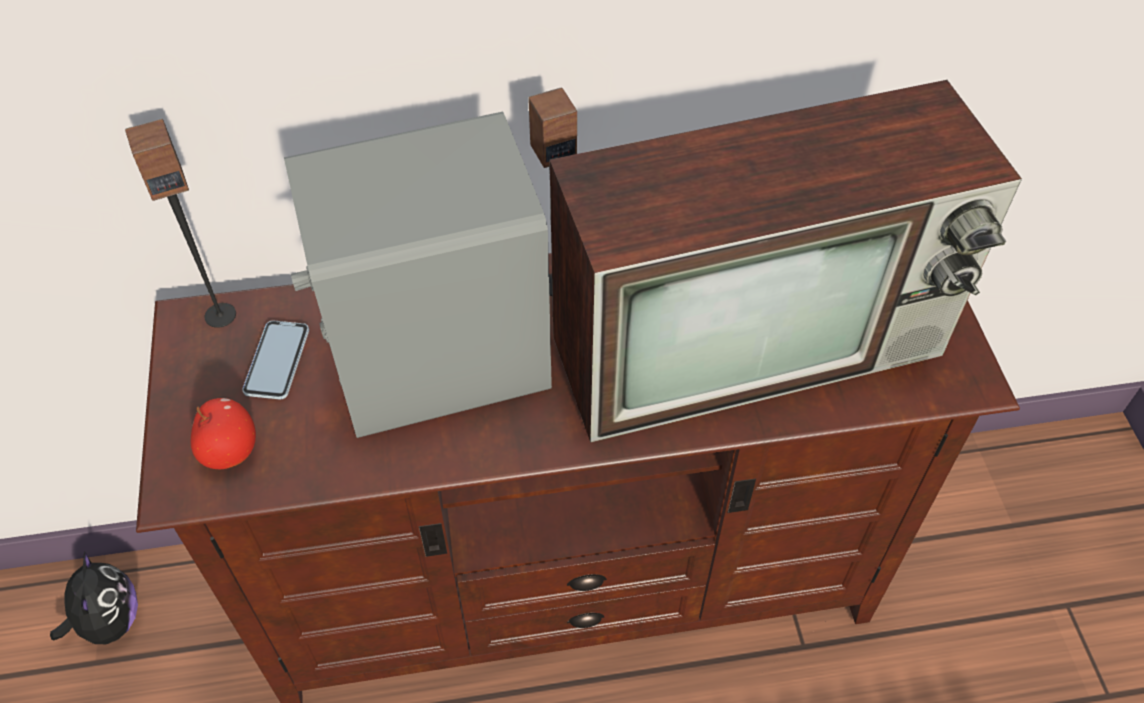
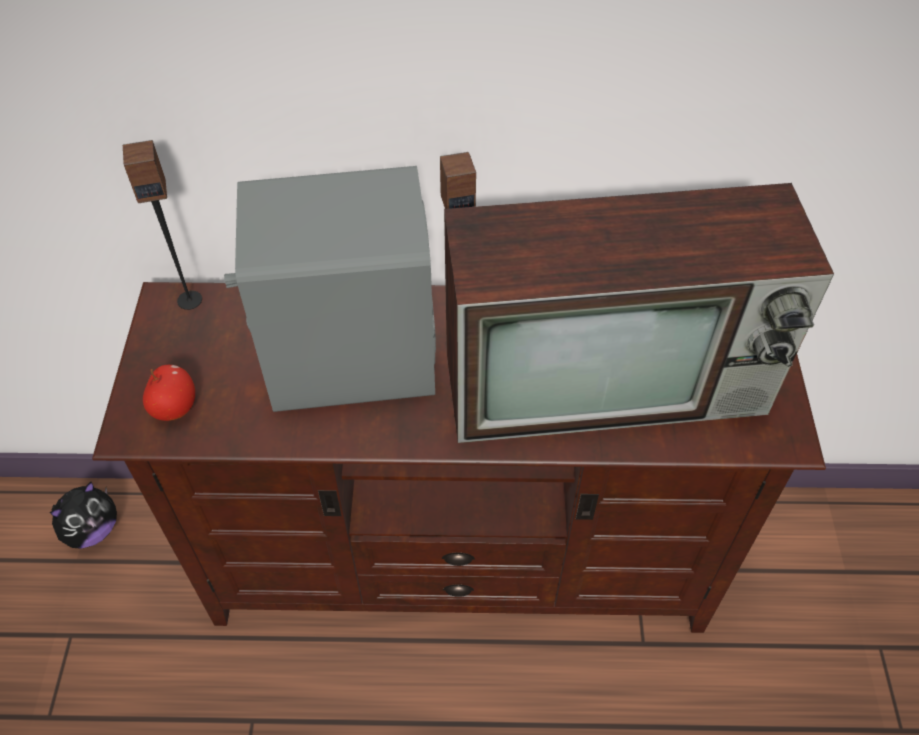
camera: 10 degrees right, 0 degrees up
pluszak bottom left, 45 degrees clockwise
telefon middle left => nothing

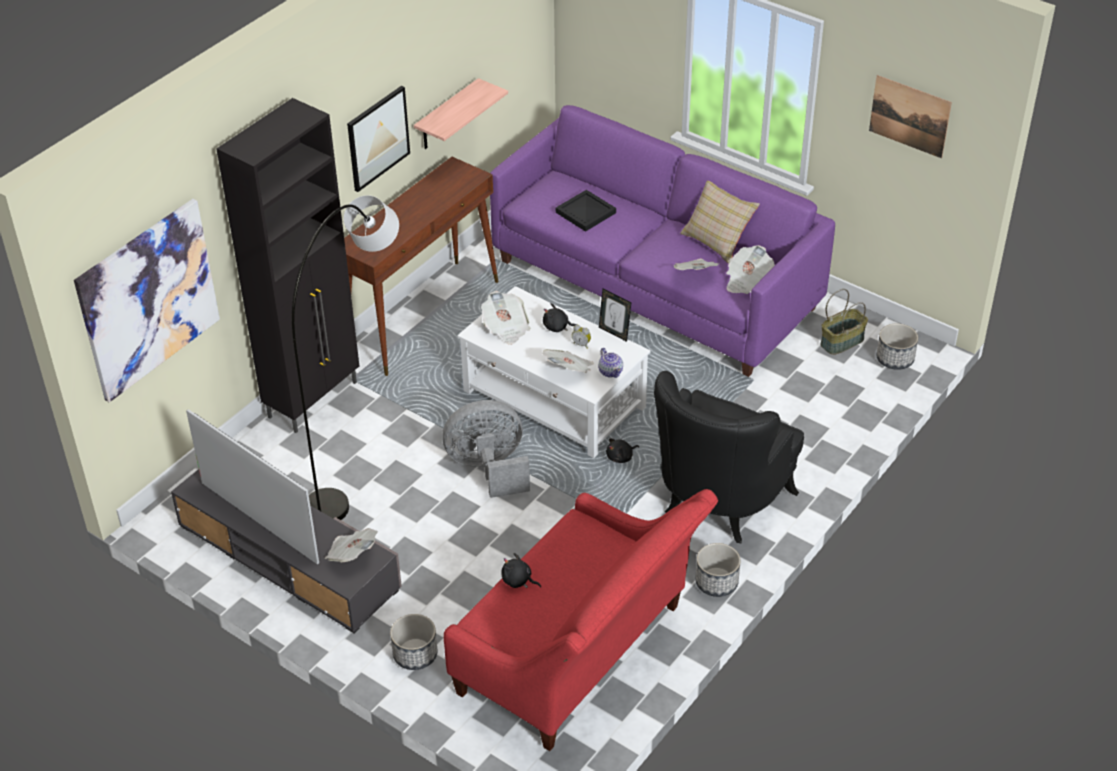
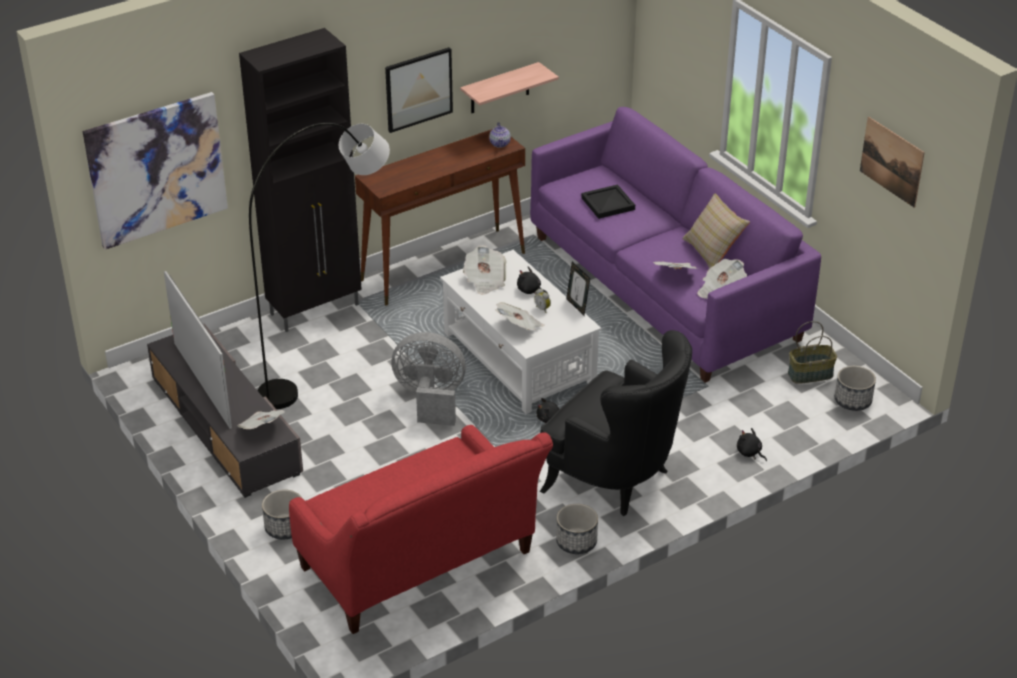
camera: 20 degrees right, 5 degrees down
pluszak (czarny) (1st from left in the first image) bottom centre => pluszak (czarny) (3rd from left) middle right, move
imbryk centre => imbryk top centre, move
fotel (czarny) centre, 105 degrees counterclockwise

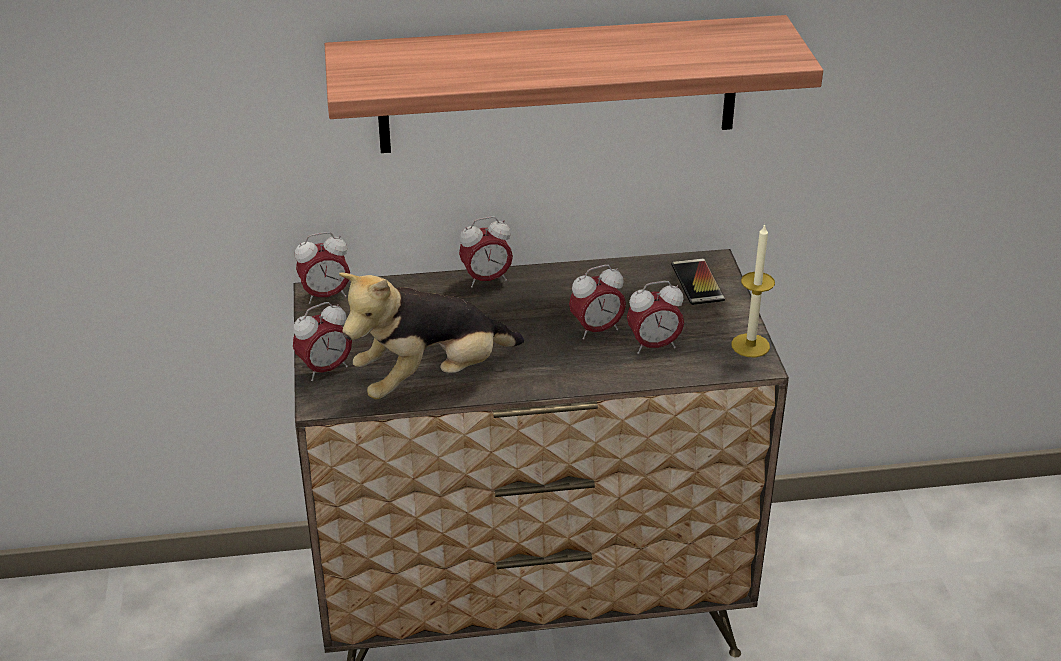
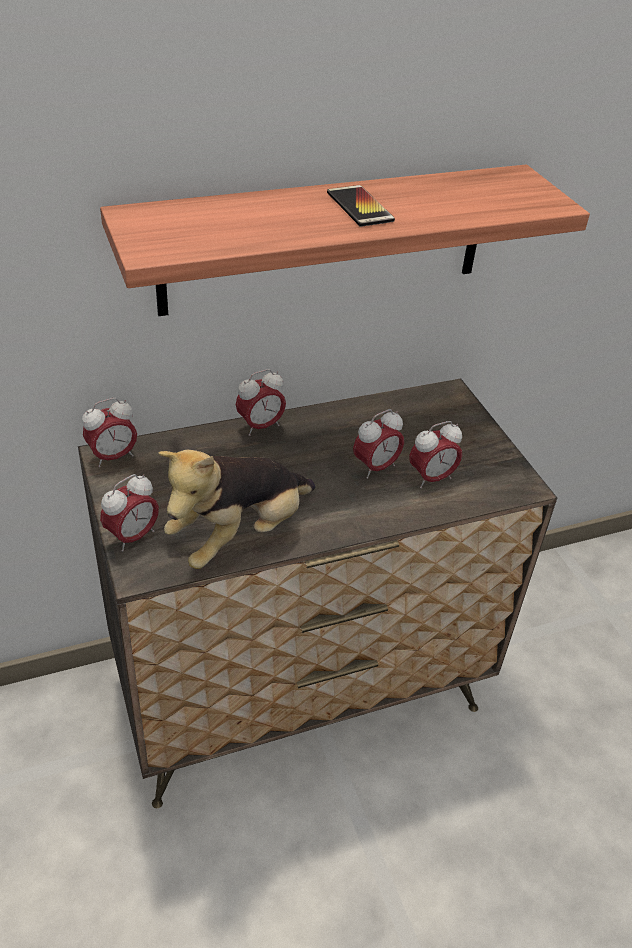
camera: 15 degrees left, 5 degrees up
telefon centre => telefon top centre, move
świeca middle right => nothing

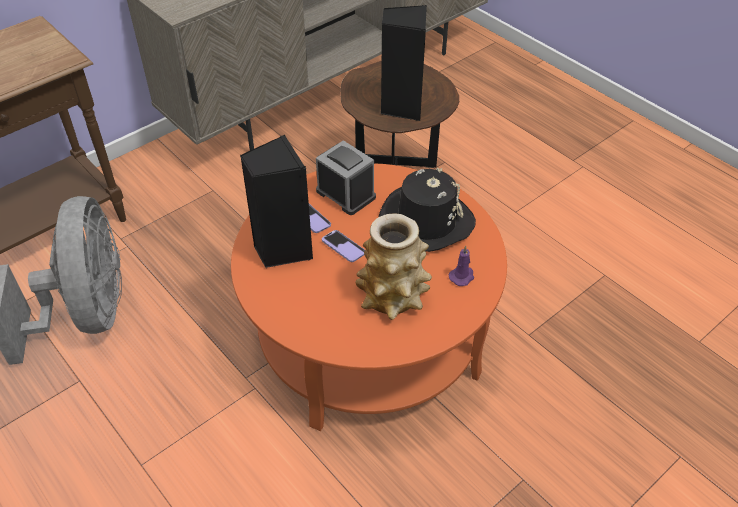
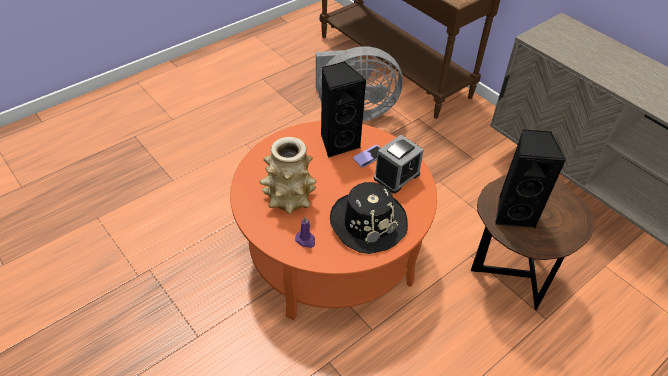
camera: 90 degrees right, 0 degrees up
telefon (2nd from left) centre => nothing

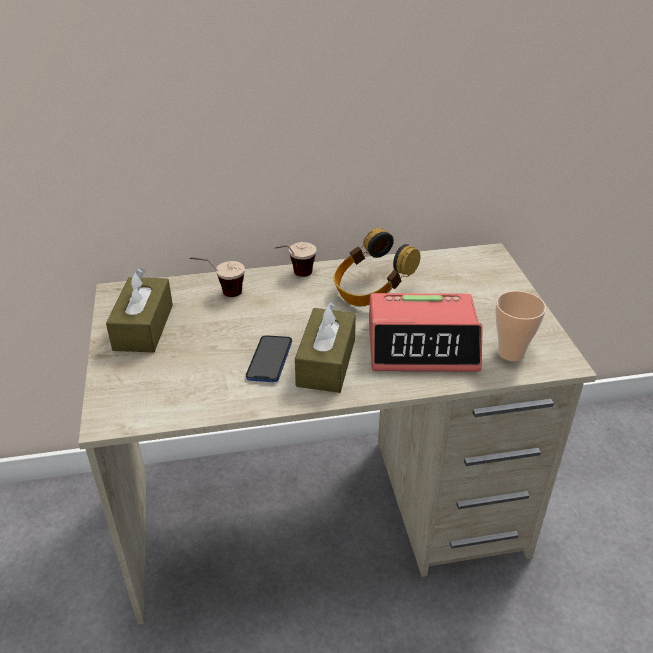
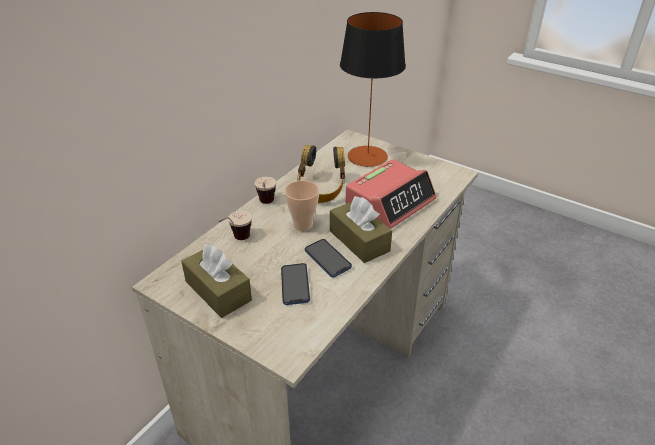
camera: 45 degrees left, 0 degrees up
filiżanka (3rd from left) middle right => filiżanka (3rd from left) centre, move
nothing => telefon (1st from left) centre
nothing => lampa stołowa top centre

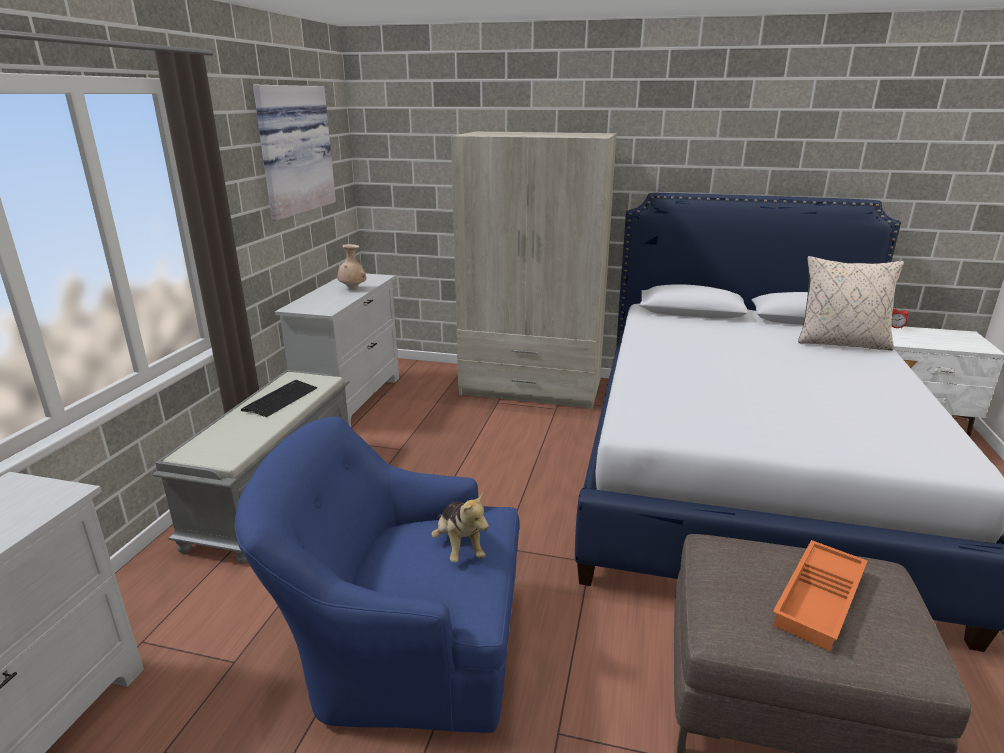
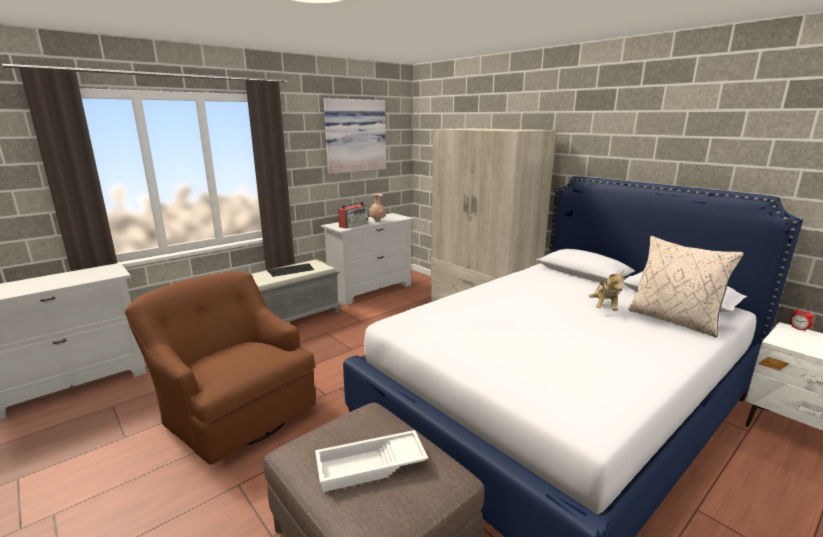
camera: 35 degrees right, 5 degrees down
fotel (niebieski) bottom centre => fotel (brązowy) bottom left
pluszak bottom centre => pluszak middle right, move
taca (pomarańczowy) bottom right => taca (biały) bottom centre
nothing => radio centre

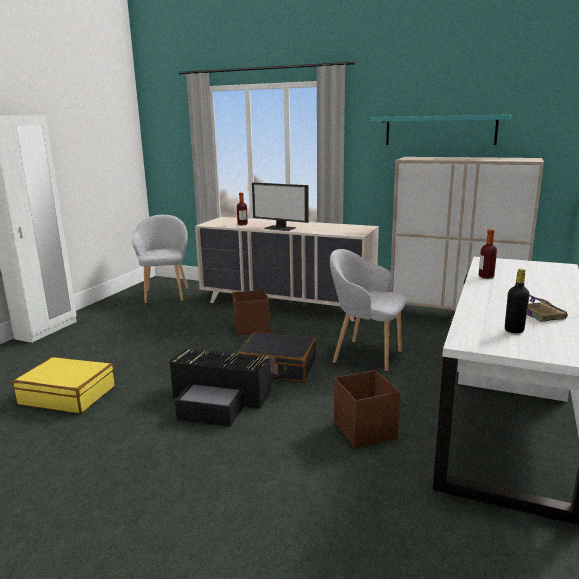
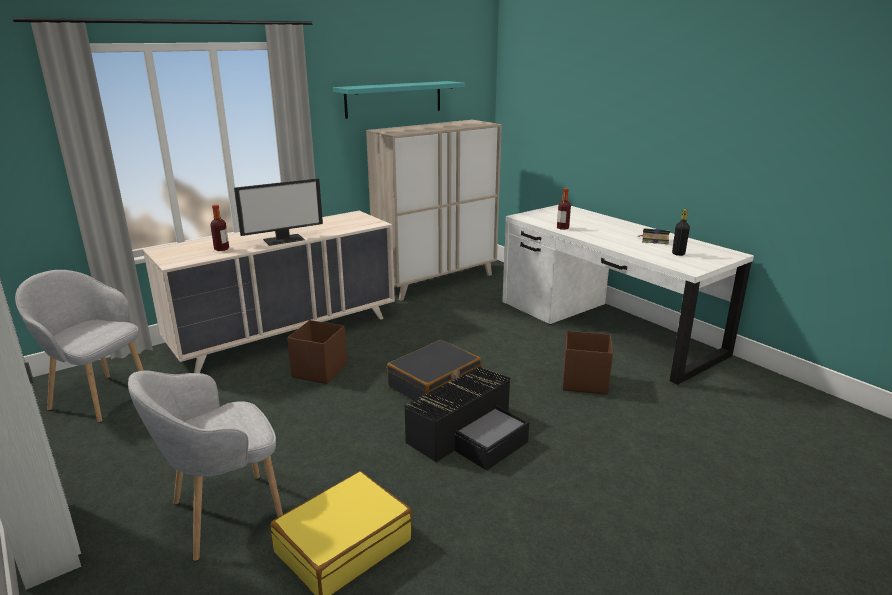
camera: 60 degrees left, 5 degrees up
fotel (szary) (2nd from left) centre => fotel (szary) (2nd from left) bottom left, move

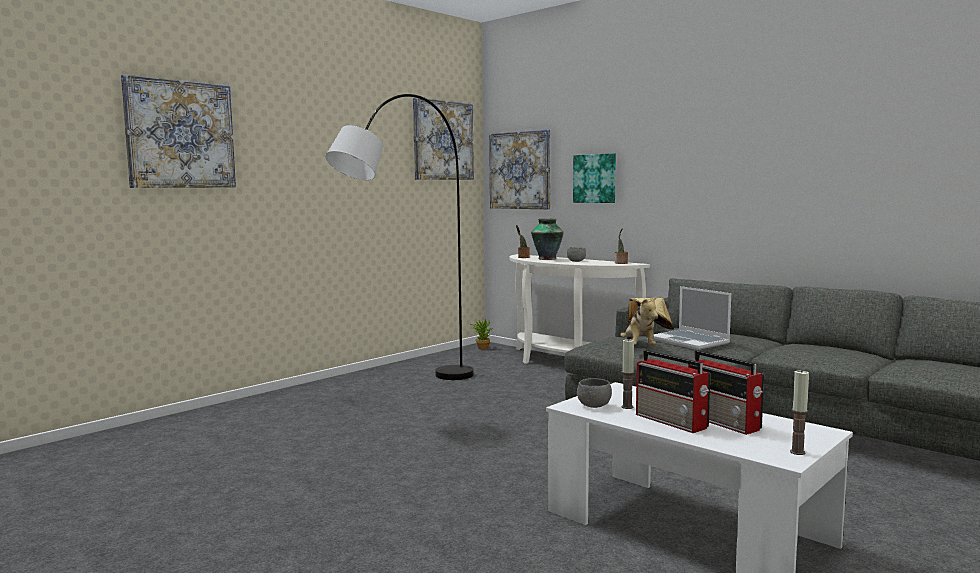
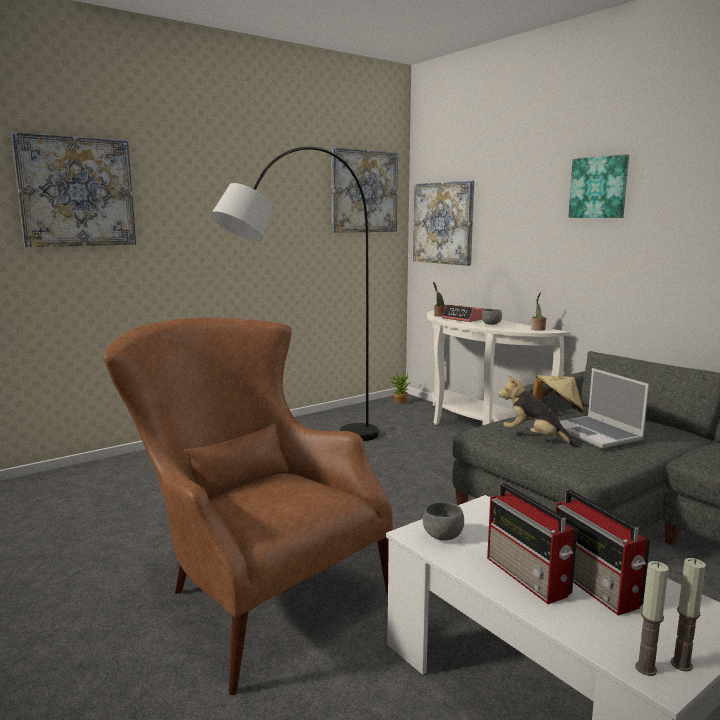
camera: 10 degrees right, 5 degrees up
wazon centre => budzik centre
obraz (4th from left) top centre => obraz (4th from left) top right, move
pluszak centre => pluszak middle right, 120 degrees clockwise
świeca (1st from left) centre => świeca (1st from left) bottom right, move
nothing => fotel (brązowy) bottom centre

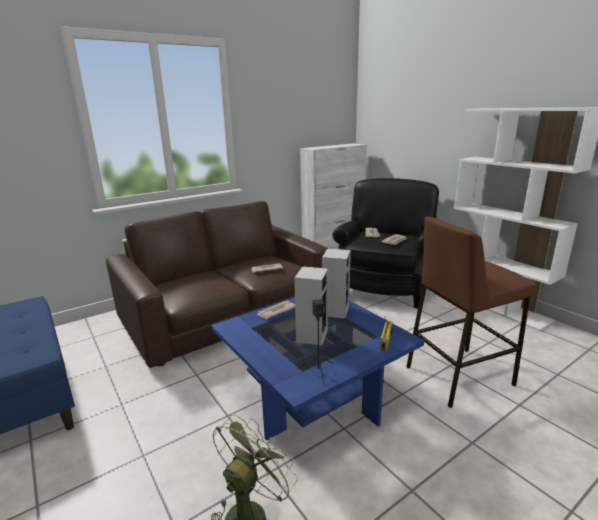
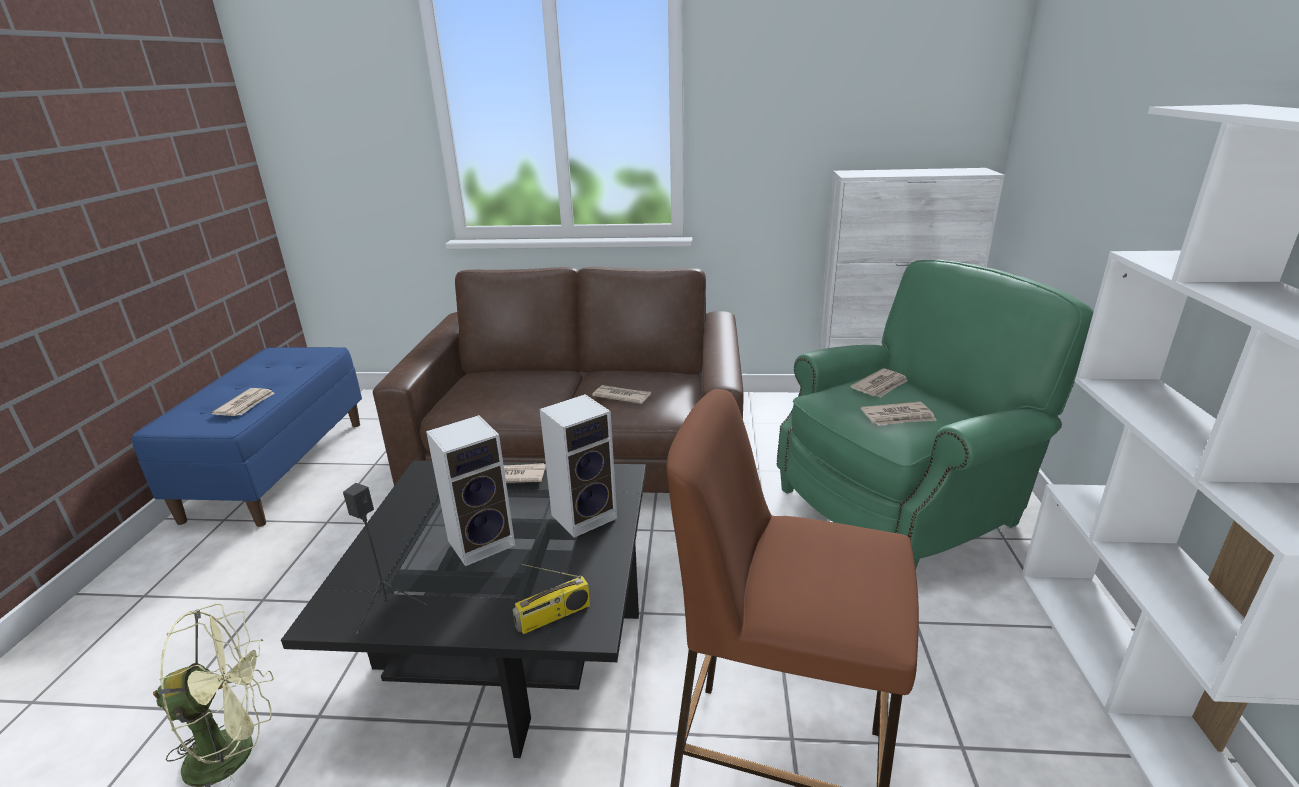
camera: 40 degrees right, 5 degrees up
ława (niebieski) bottom centre => ława (czarny) bottom centre
fotel (czarny) centre => fotel (zielony) middle right
nothing => gazeta (1st from left) middle left

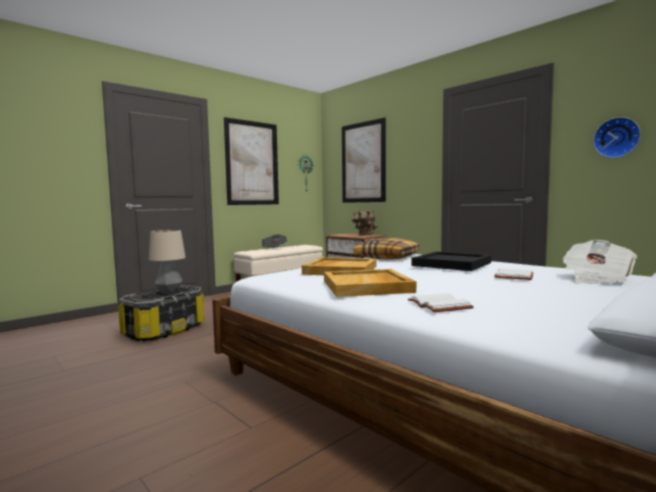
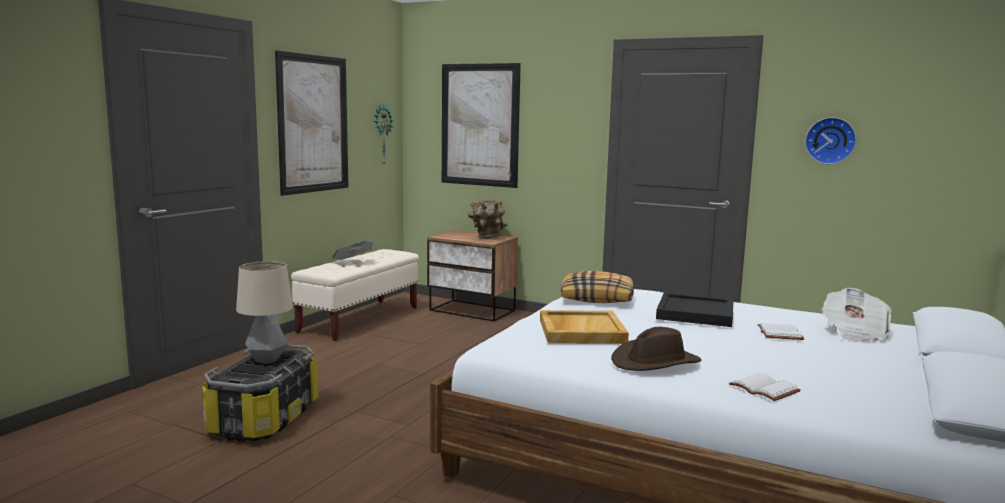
camera: 20 degrees left, 5 degrees up
taca (beżowy) (2nd from left) centre => kapelusz (brązowy) bottom centre

